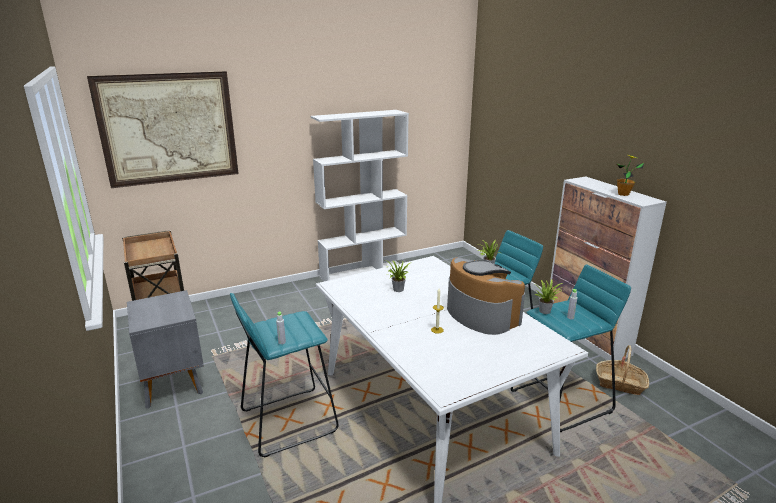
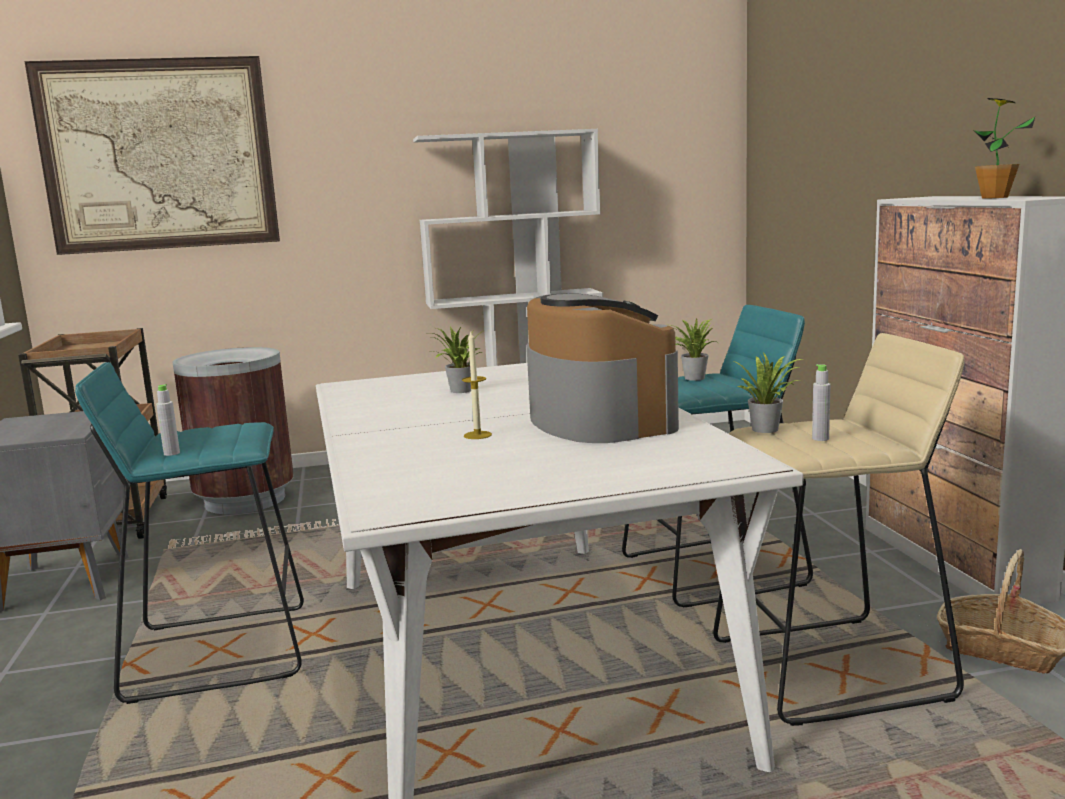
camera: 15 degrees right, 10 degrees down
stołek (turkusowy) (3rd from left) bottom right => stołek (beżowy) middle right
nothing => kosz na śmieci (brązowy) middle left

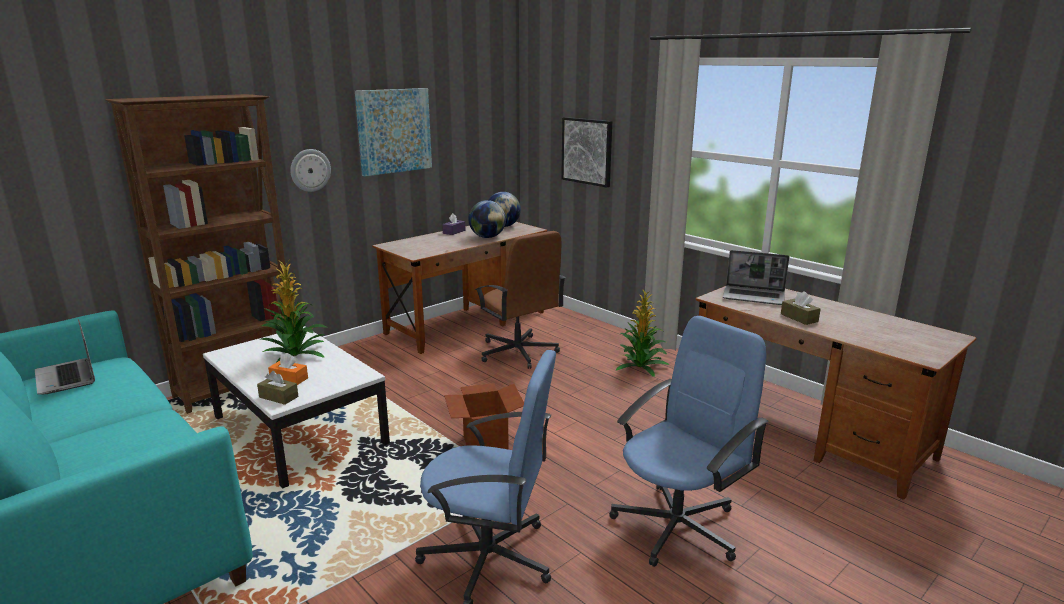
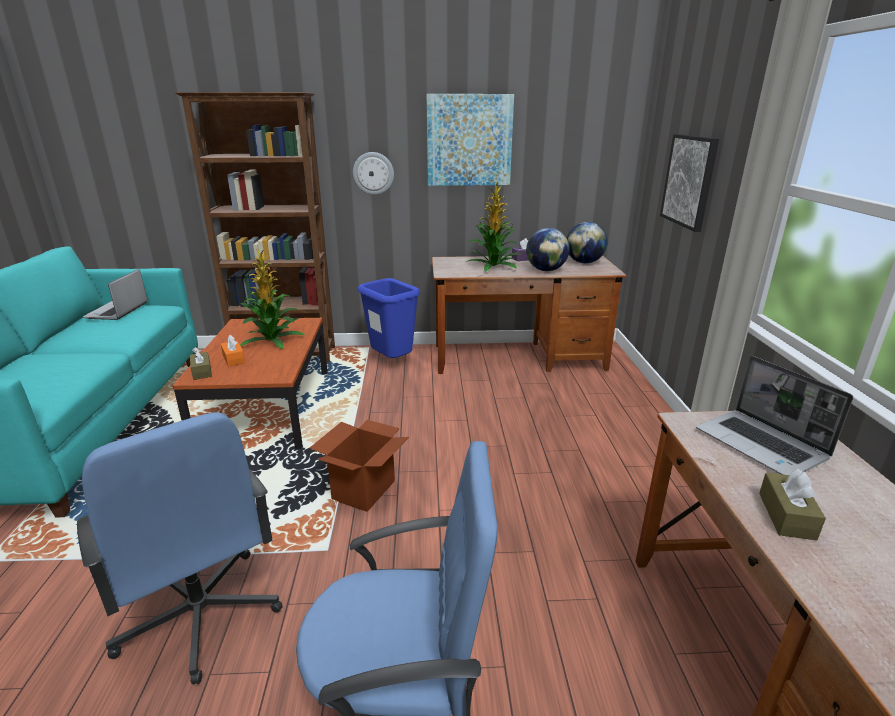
camera: 40 degrees right, 5 degrees up
ława (biały) bottom left => ława (brązowy) middle left
krzesło biurowe (brązowy) centre => nothing
roślina doniczkowa (2nd from left) centre => roślina doniczkowa (2nd from left) top centre, move
nothing => kosz na śmieci (niebieski) centre

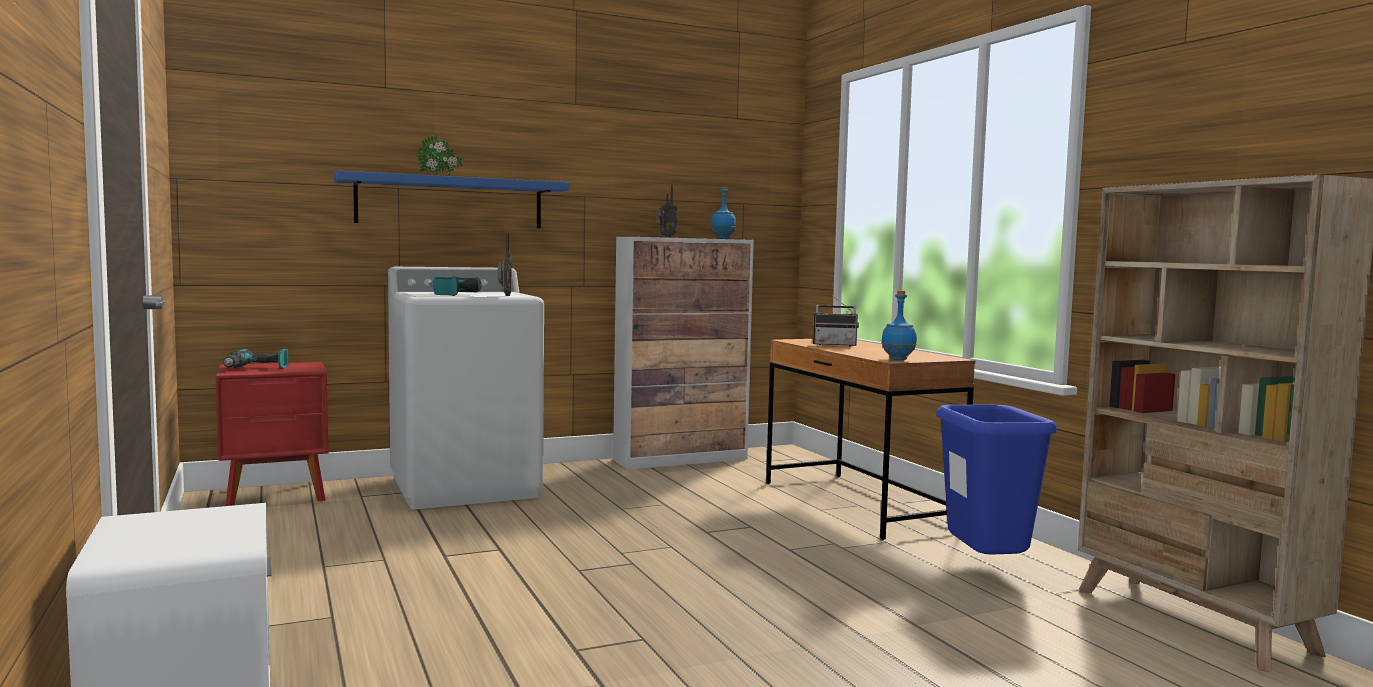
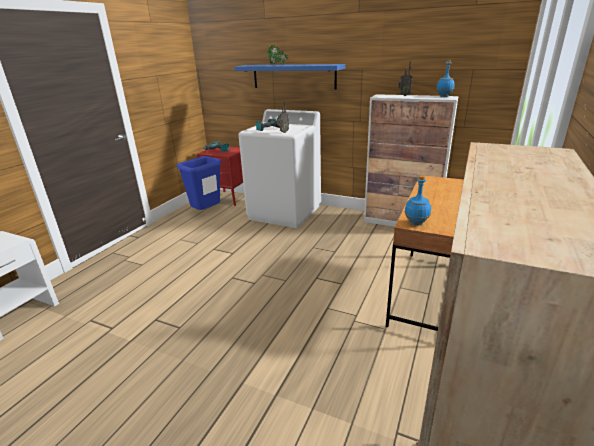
camera: 50 degrees right, 20 degrees up
radio (3rd from left) centre => nothing
kosz na śmieci (niebieski) bottom right => kosz na śmieci (niebieski) centre, move

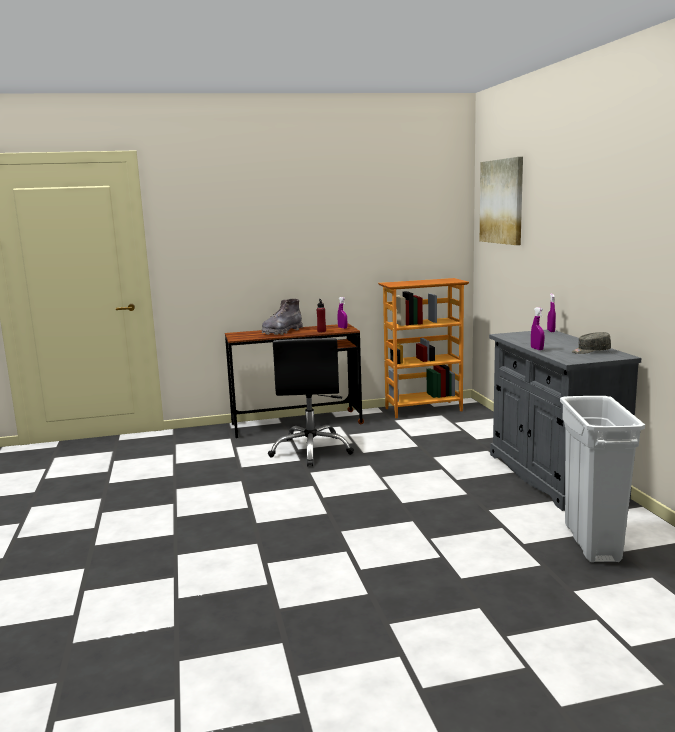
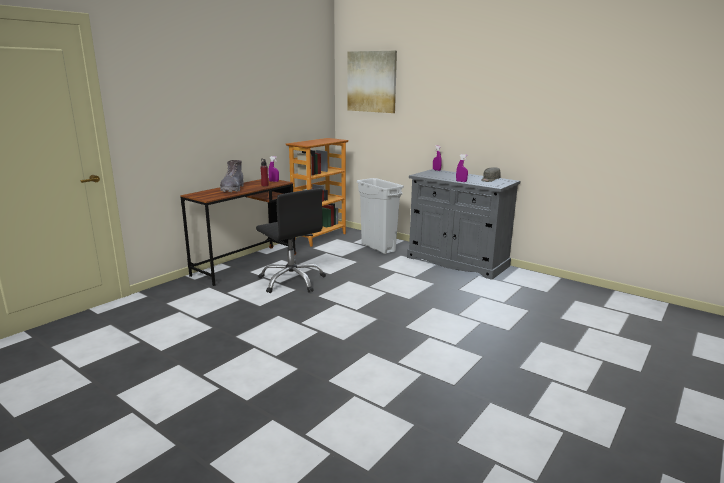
camera: 40 degrees left, 5 degrees up
kosz na śmieci (biały) middle right => kosz na śmieci (biały) centre, move

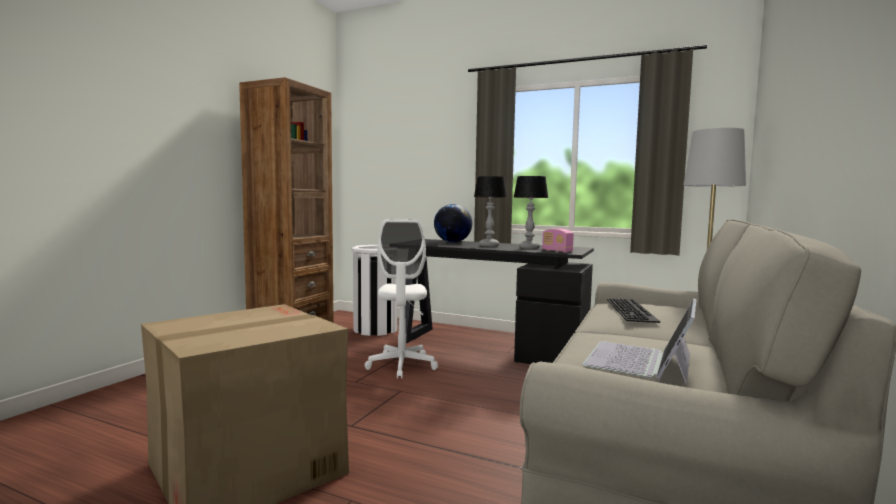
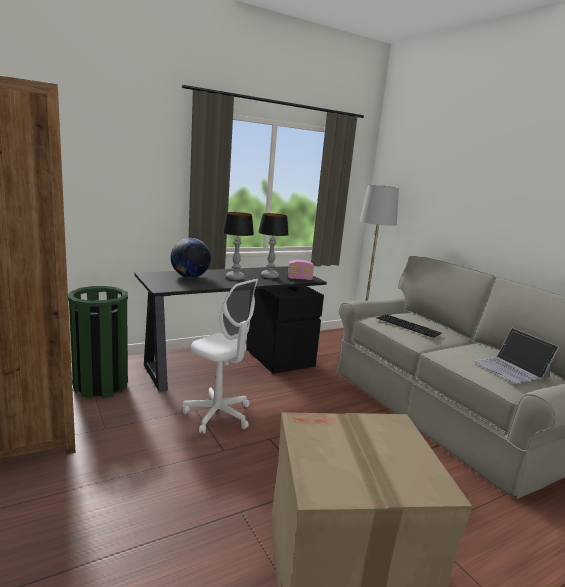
camera: 55 degrees left, 10 degrees up
kosz na śmieci (biały) centre => kosz na śmieci (zielony) middle left

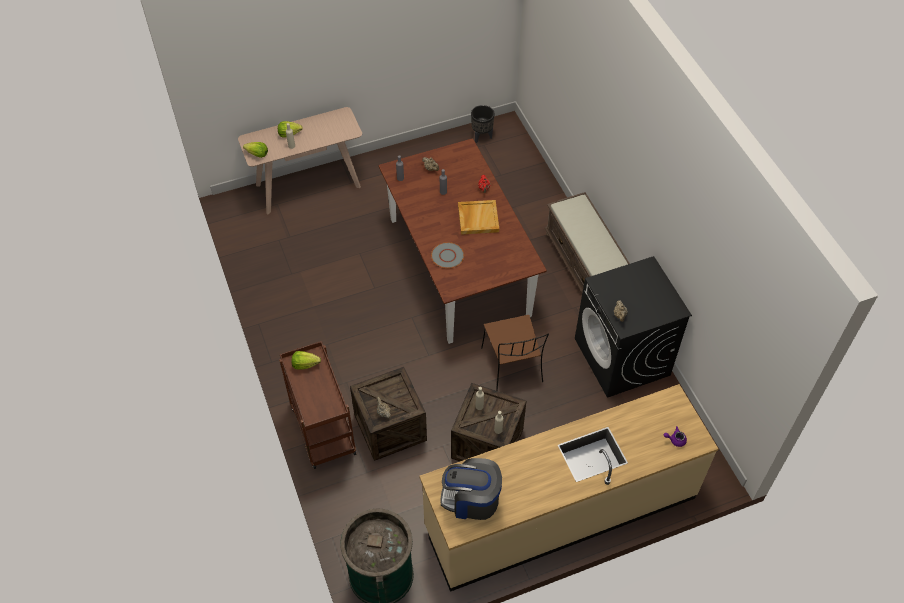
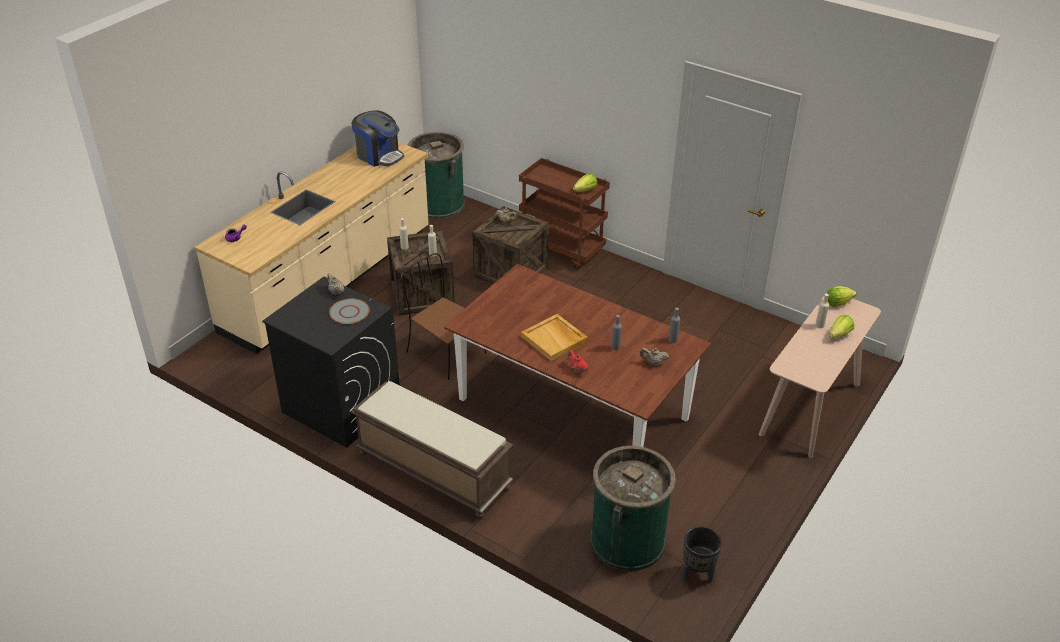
camera: 145 degrees right, 15 degrees down
talerz (szary) centre => talerz (szary) middle left, move
ekspres do kawy bottom centre => ekspres do kawy top centre, 60 degrees clockwise
nothing => kosz na śmieci (zielony) (2nd from left) bottom centre

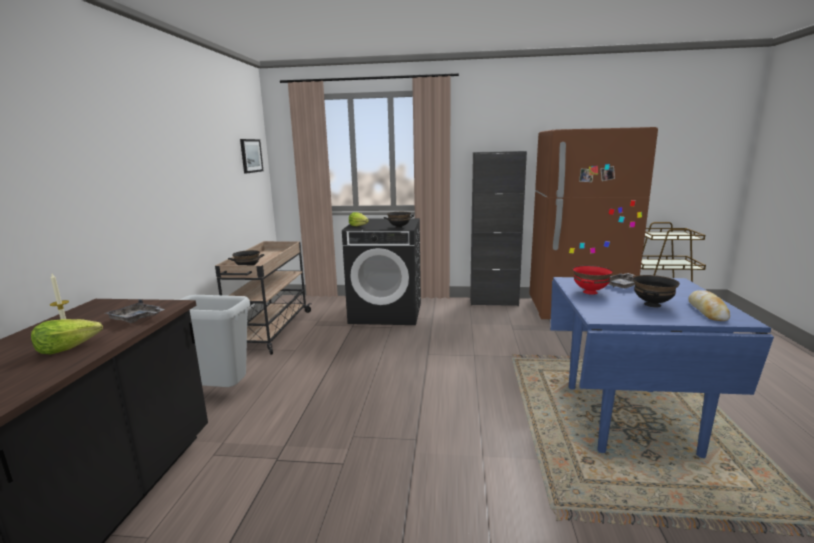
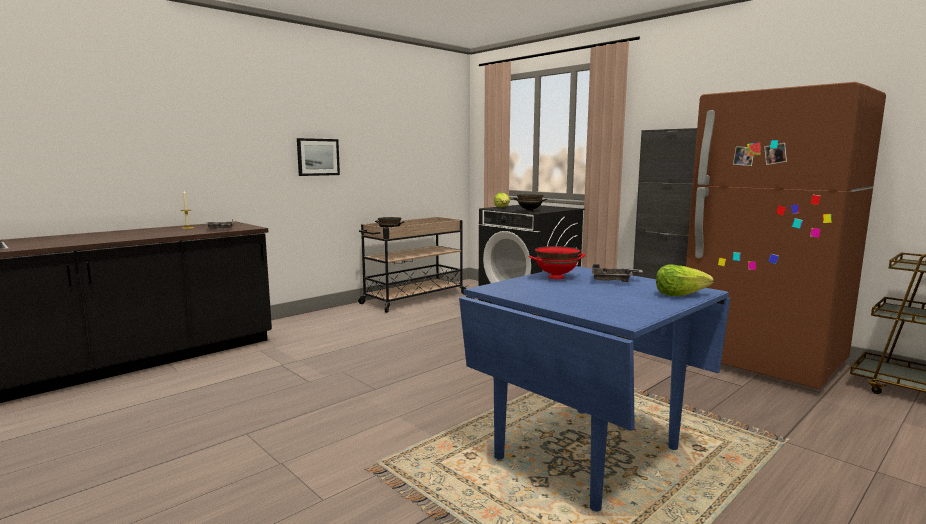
camera: 40 degrees right, 5 degrees down
sałata (1st from left in the first image) middle left => sałata (2nd from left) middle right, move
kosz na śmieci (szary) middle left => nothing
obraz top left => obraz top centre, move
miska (czarny) (3rd from left) middle right => nothing
chleb middle right => nothing

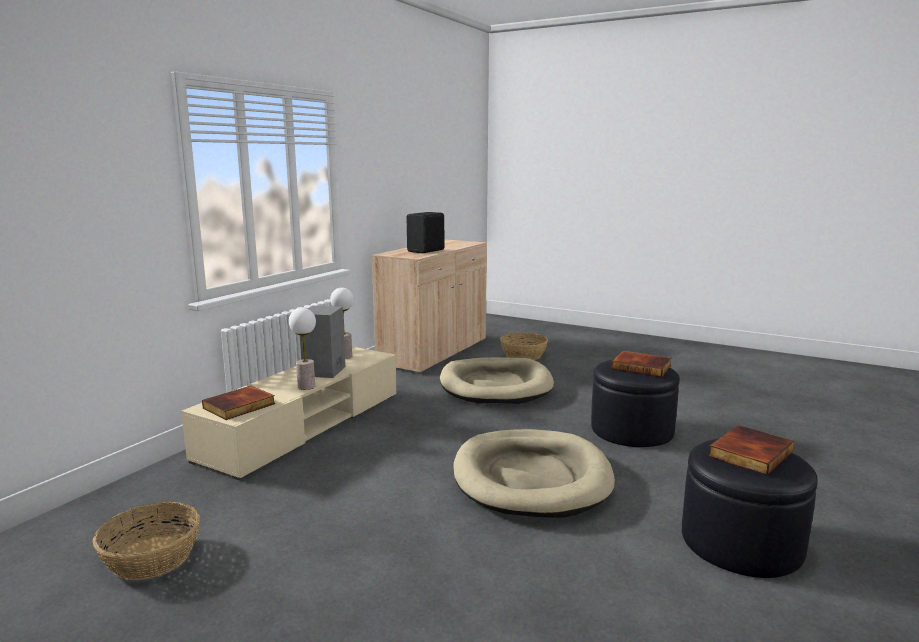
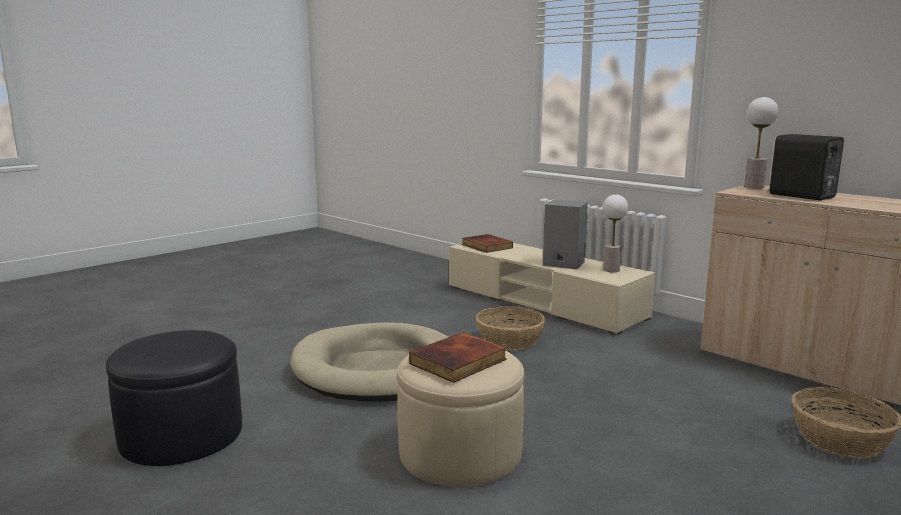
camera: 105 degrees right, 0 degrees up
koszyk (1st from left) bottom left => koszyk (1st from left) centre, move
lampa stołowa (1st from left in the first image) middle left => lampa stołowa (2nd from left) top right, move
legowisko (beżowy) (1st from left) centre => nothing
pufa (czarny) (1st from left) middle right => pufa (beżowy) bottom centre
książka (3rd from left) bottom right => nothing

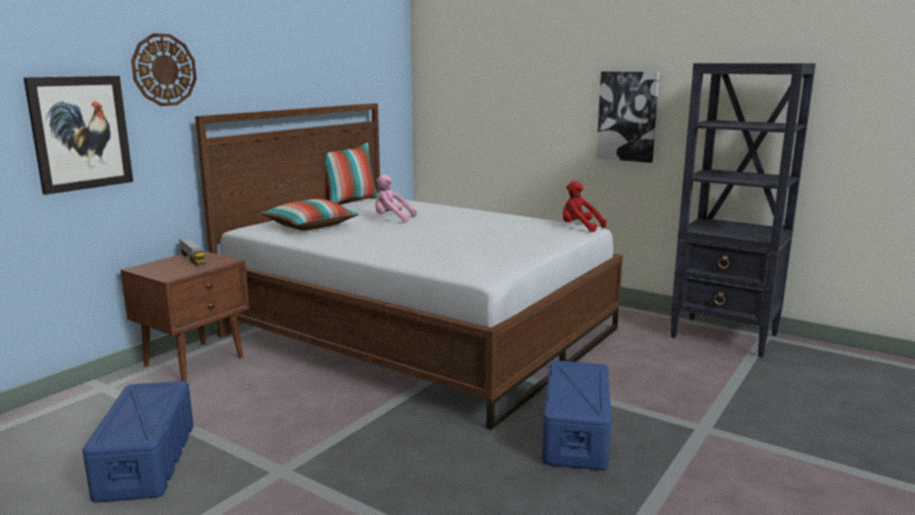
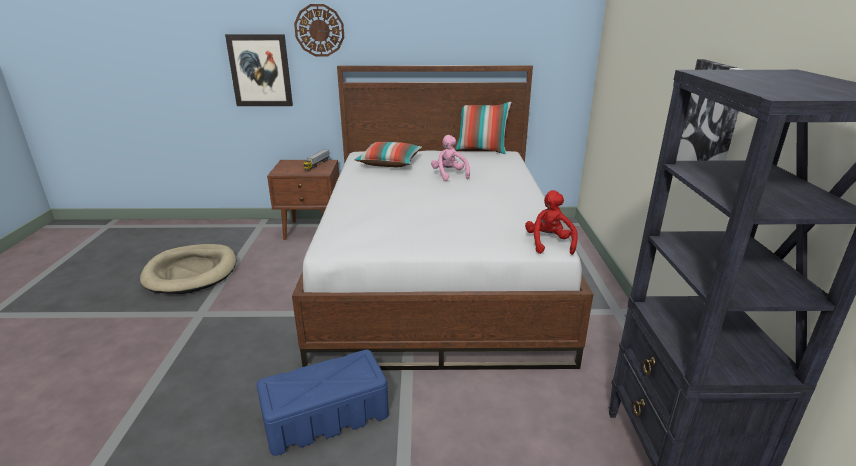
camera: 55 degrees right, 10 degrees up
pojemnik do przechowywania (niebieski) (1st from left) bottom left => legowisko (beżowy) middle left

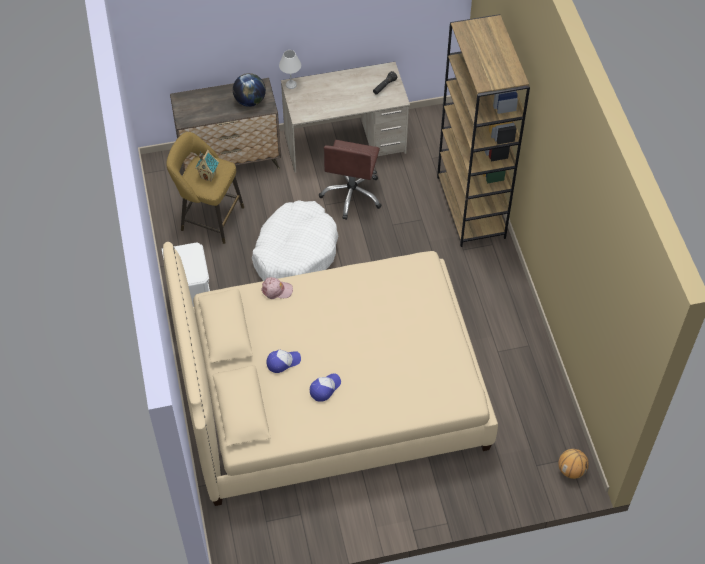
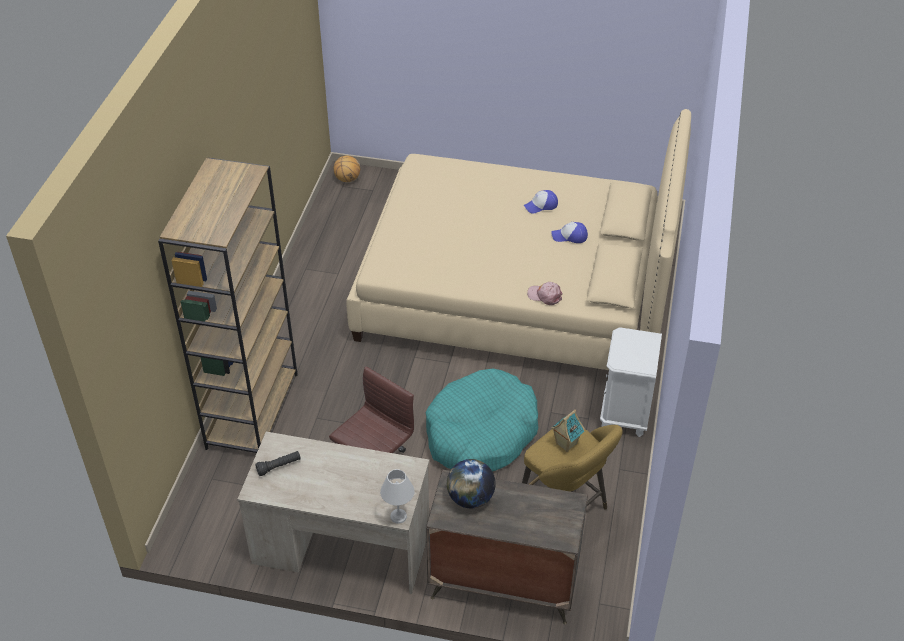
camera: 155 degrees left, 10 degrees down
legowisko (biały) centre => legowisko (turkusowy) centre

